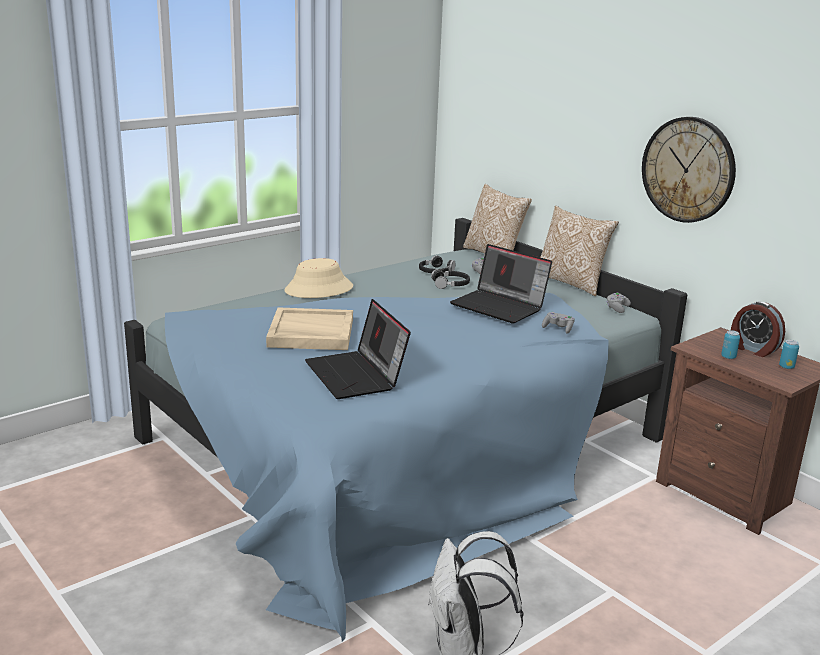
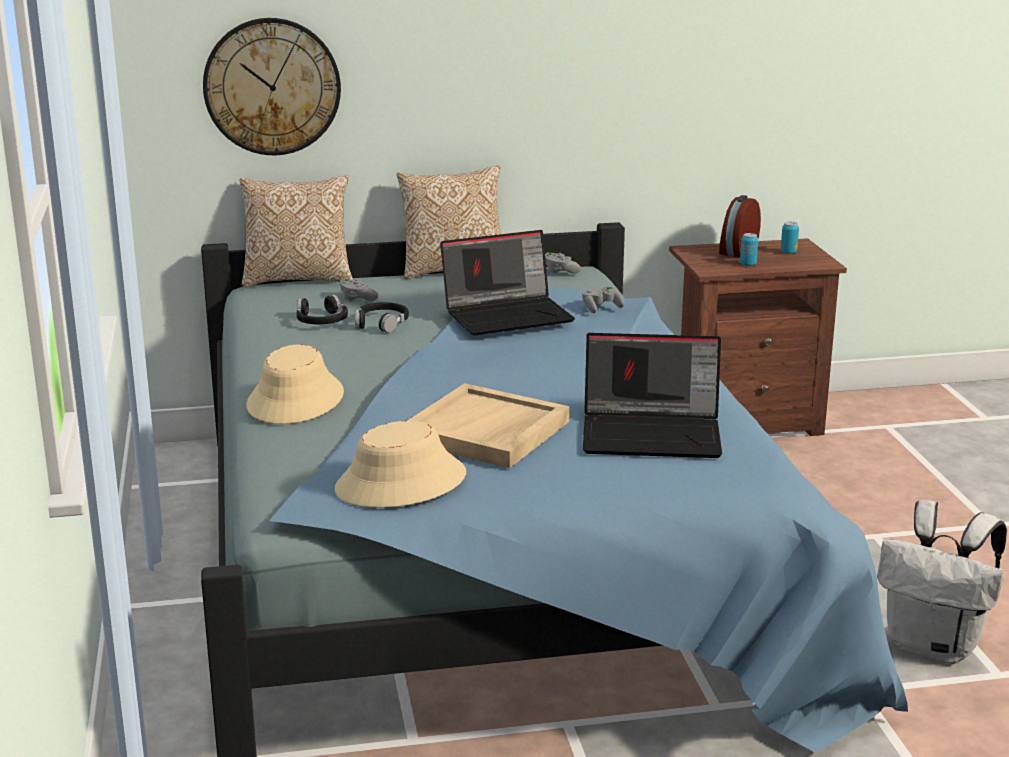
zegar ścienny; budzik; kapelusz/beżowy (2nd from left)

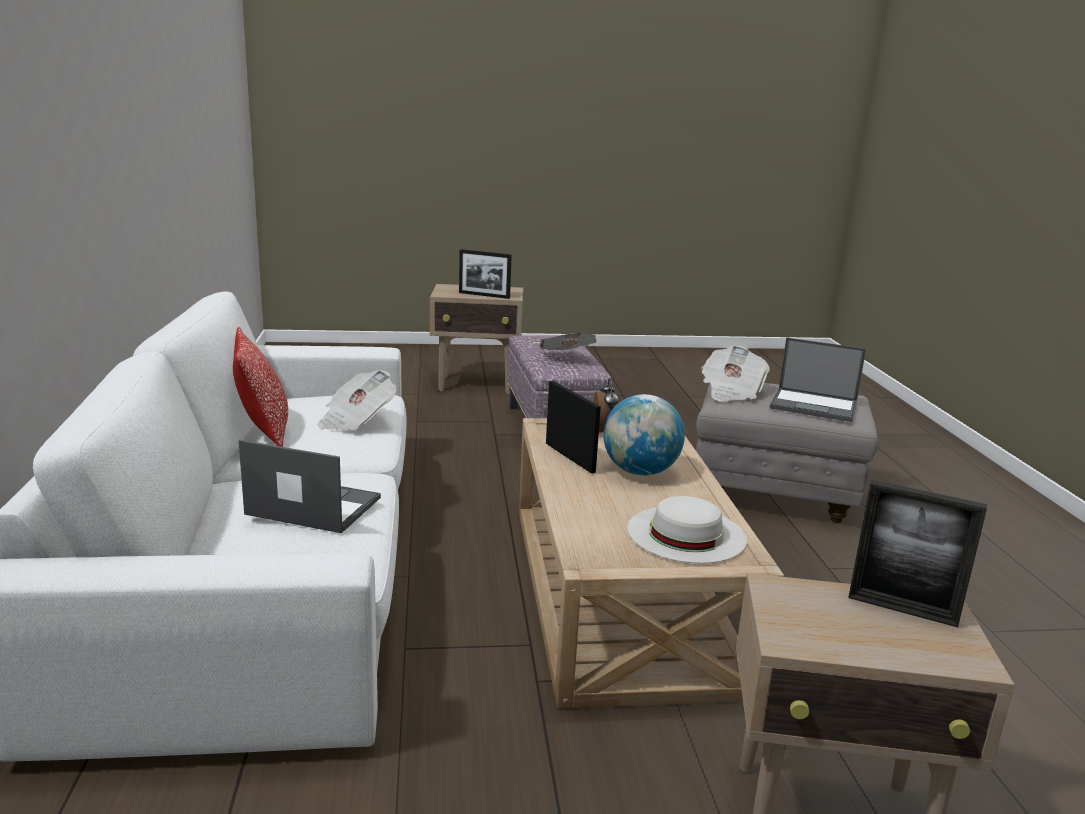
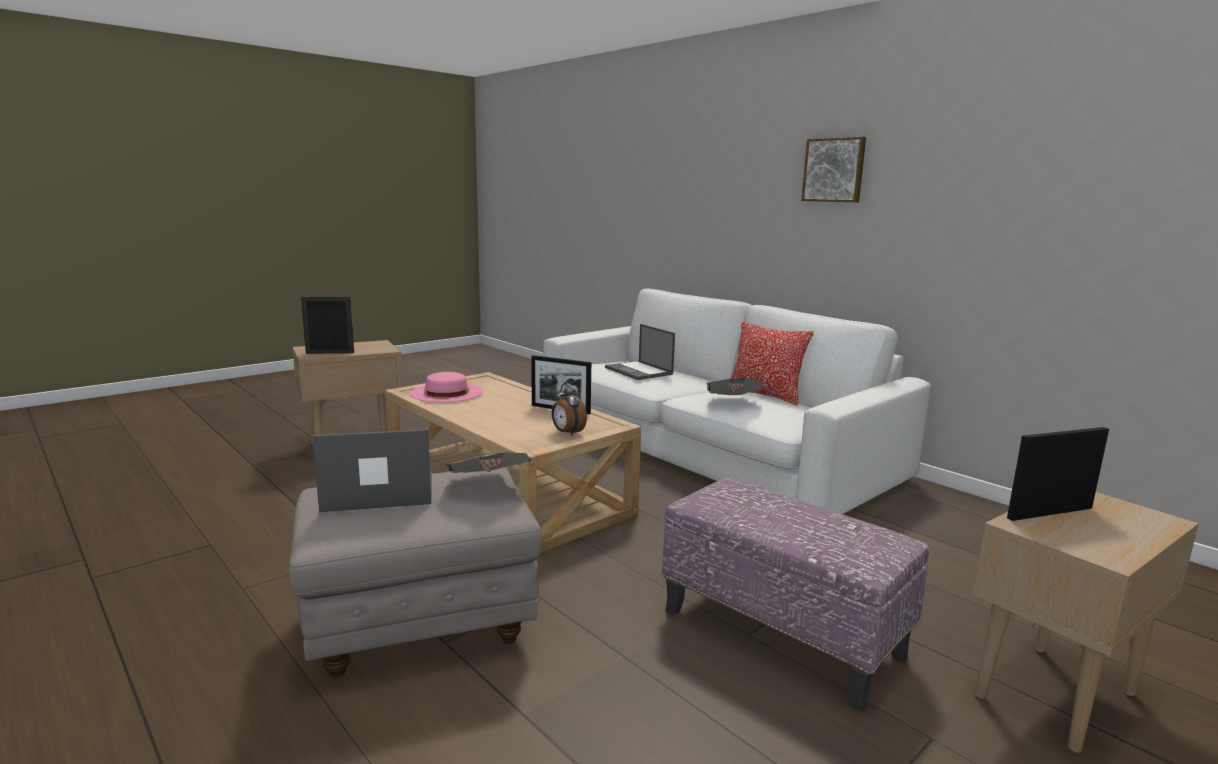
laptop (2nd from left); gazeta (2nd from left in the first image); globus; kapelusz/różowy; obraz

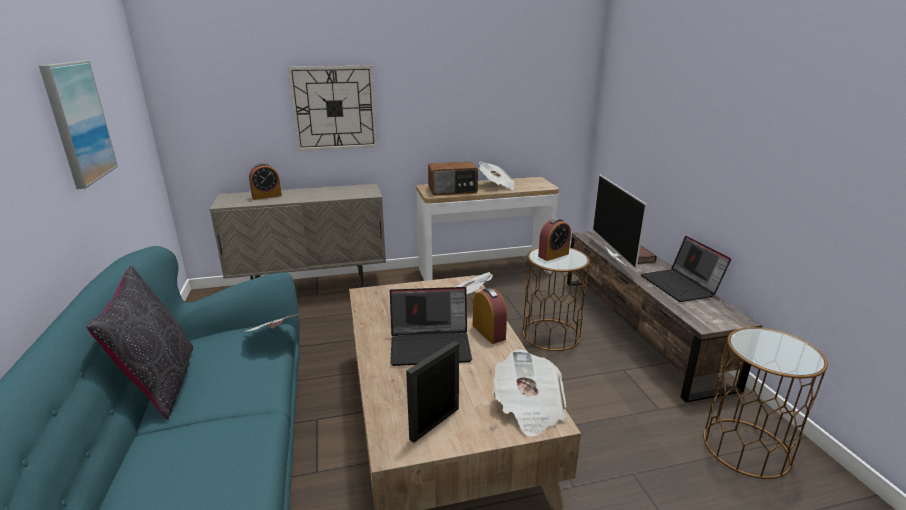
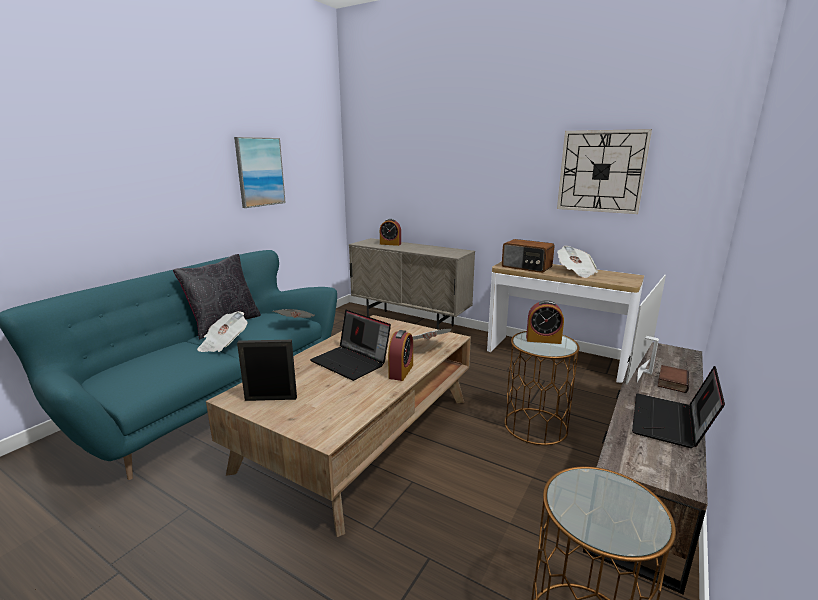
zegar ścienny; gazeta (1st from left)

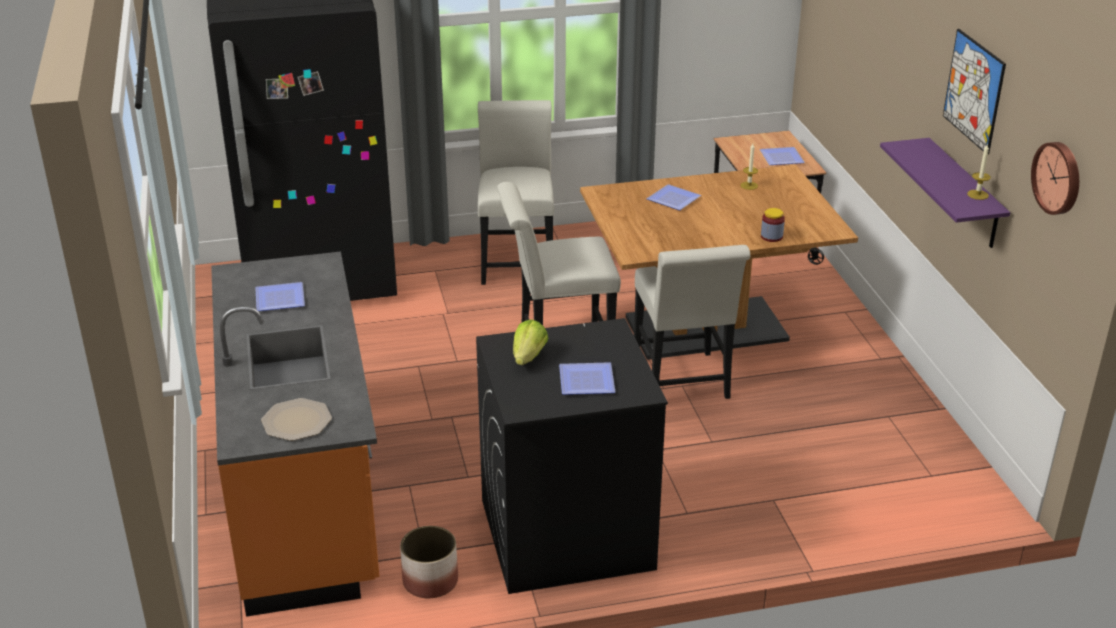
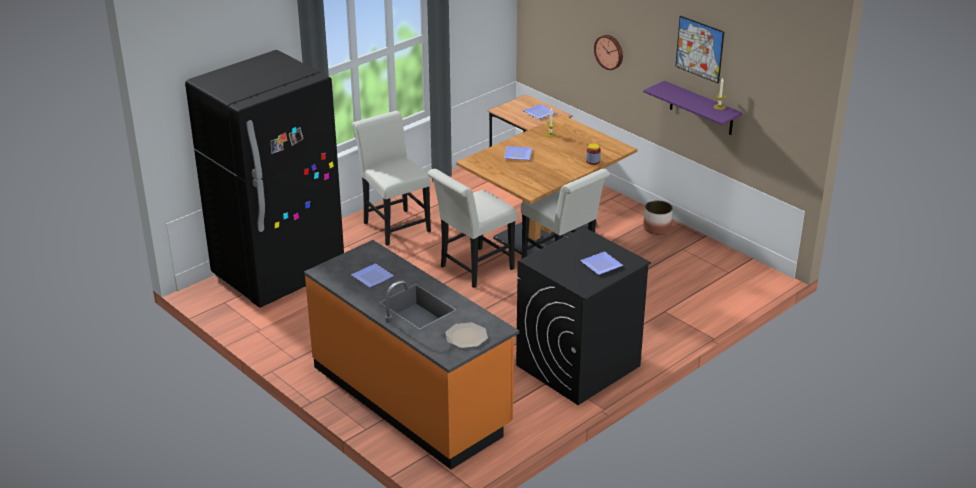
donica; sałata; zegar ścienny

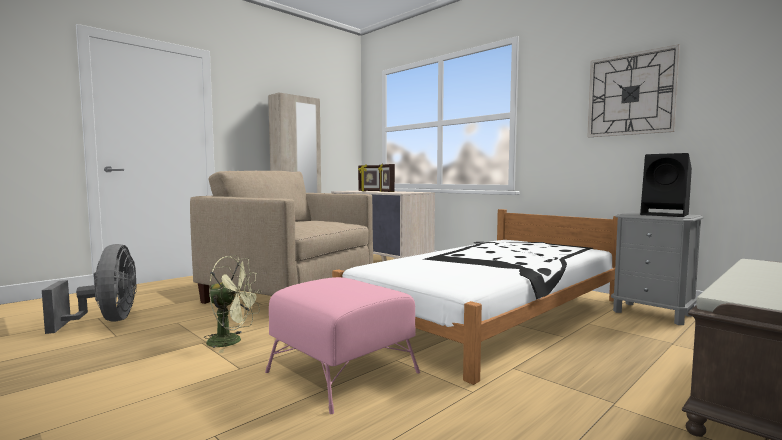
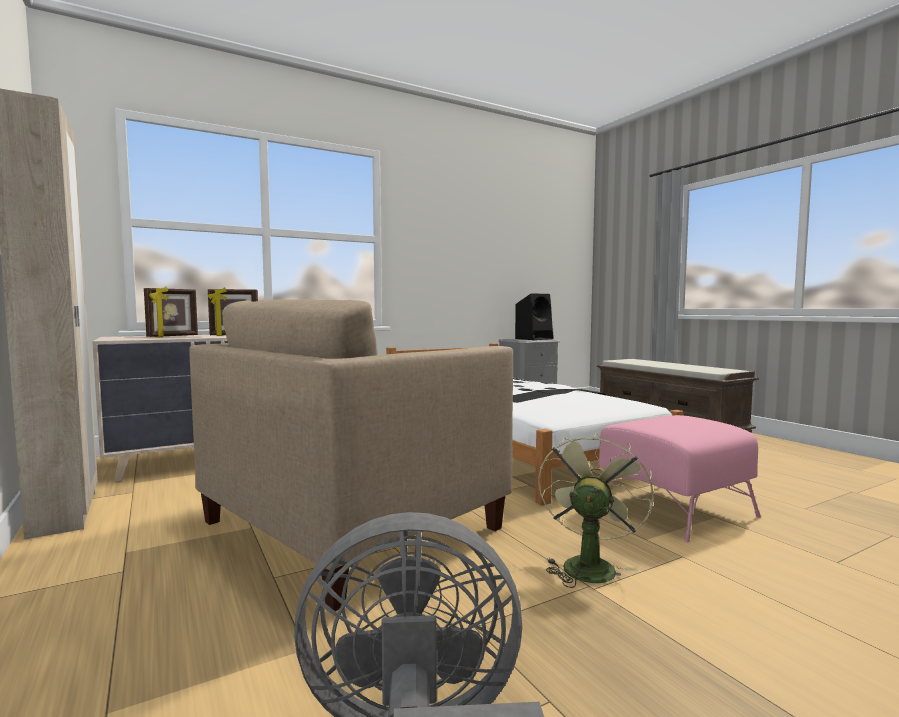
zegar ścienny

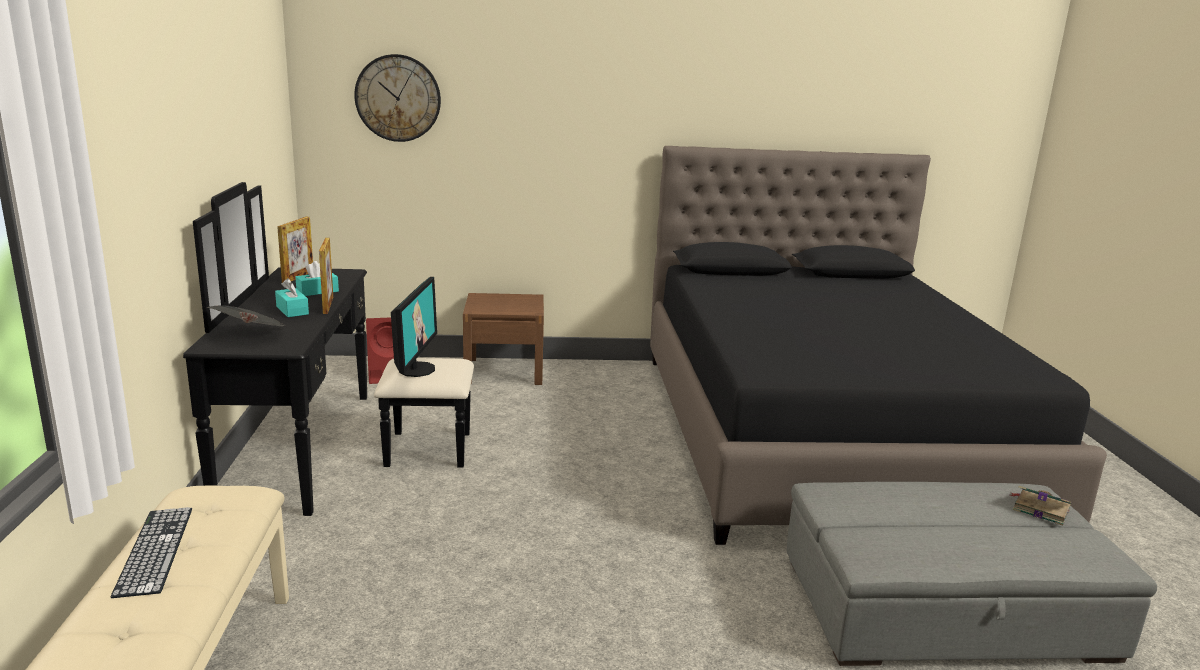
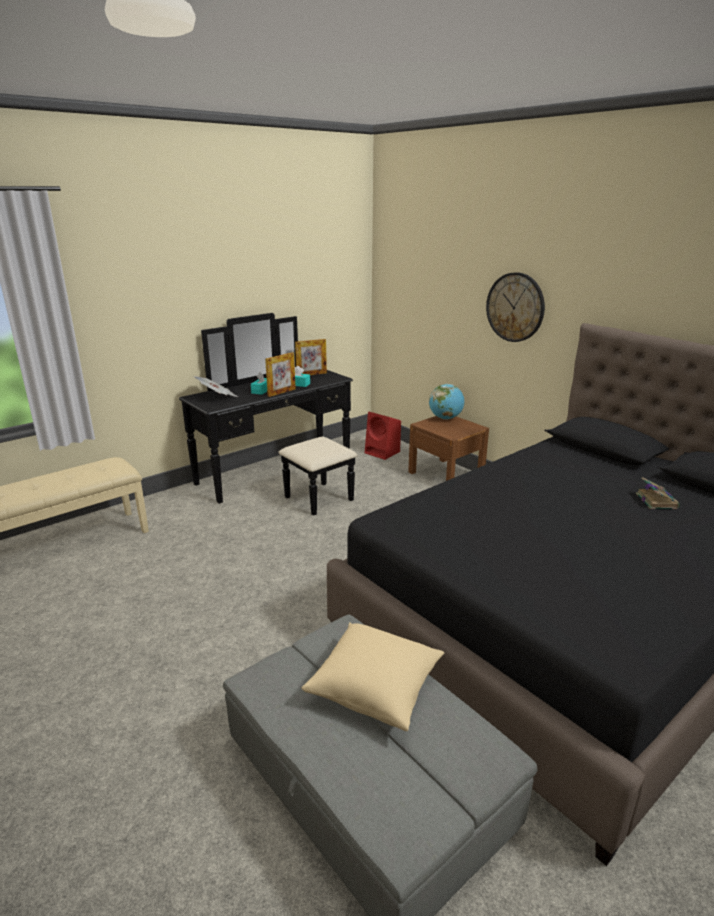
klawiatura; zegar ścienny; monitor; książka; poduszka/beżowy; globus

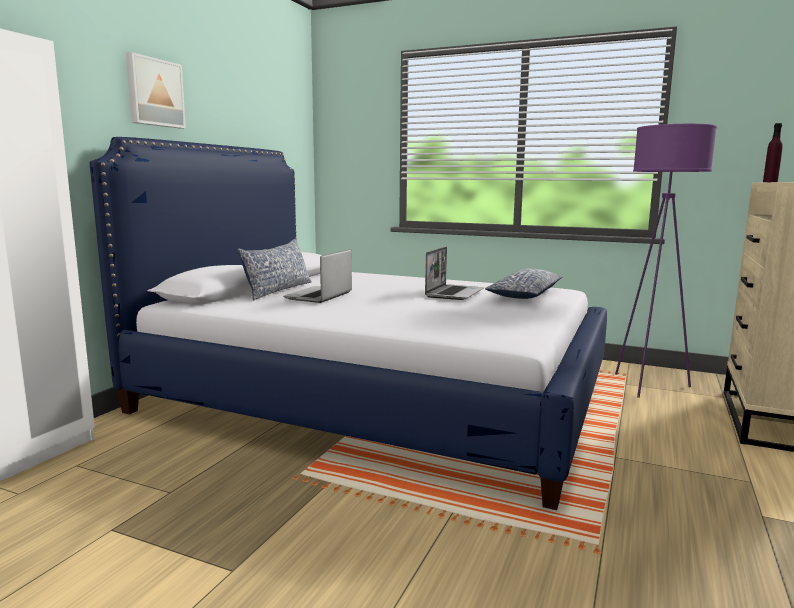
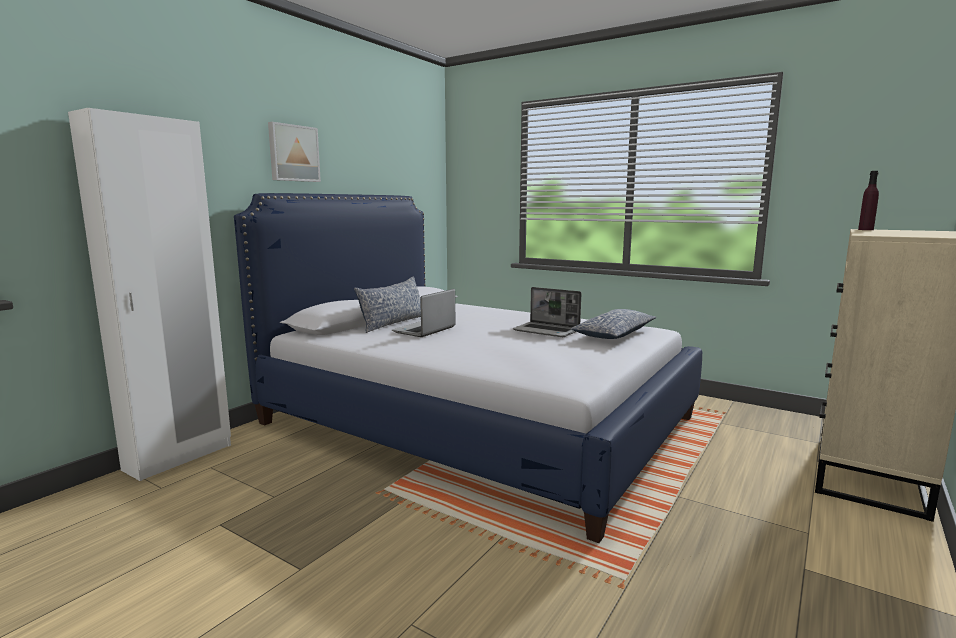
laptop (2nd from left); lampa stojąca/fioletowy

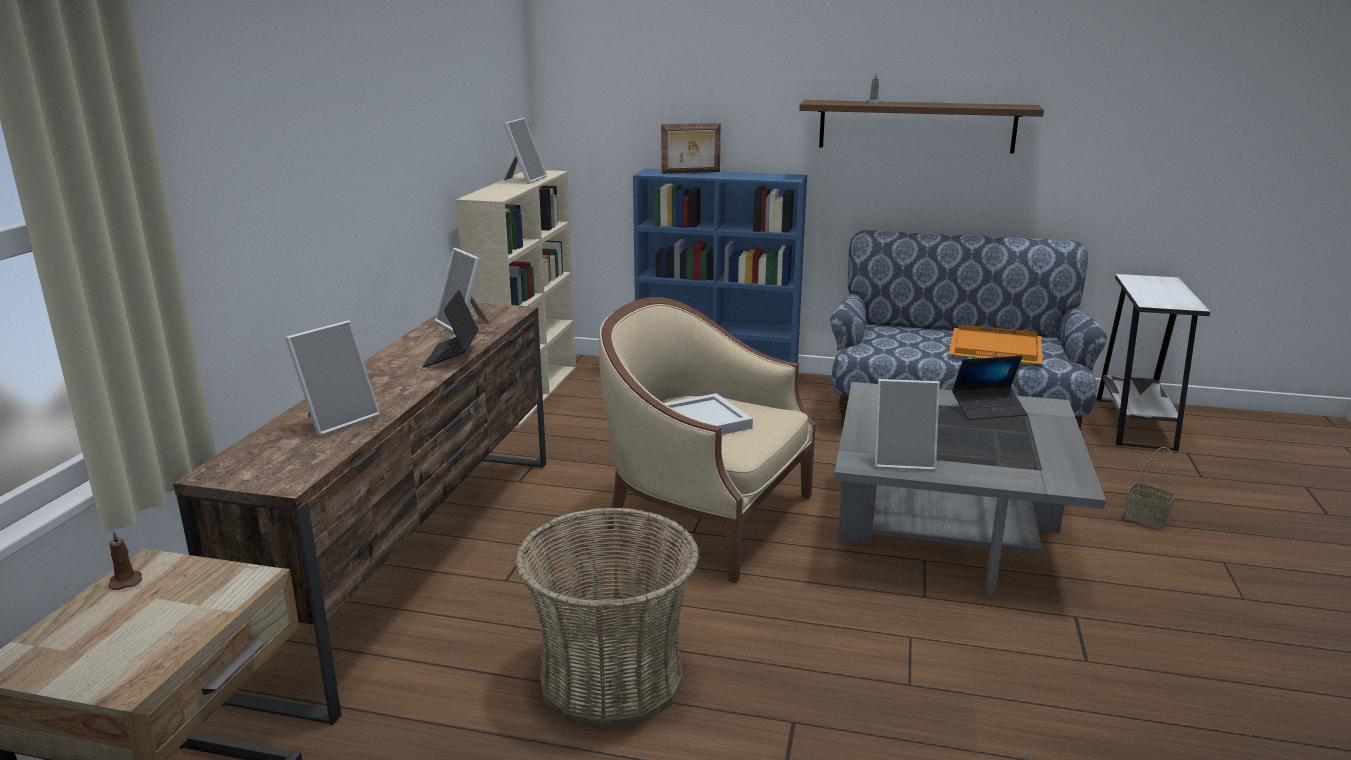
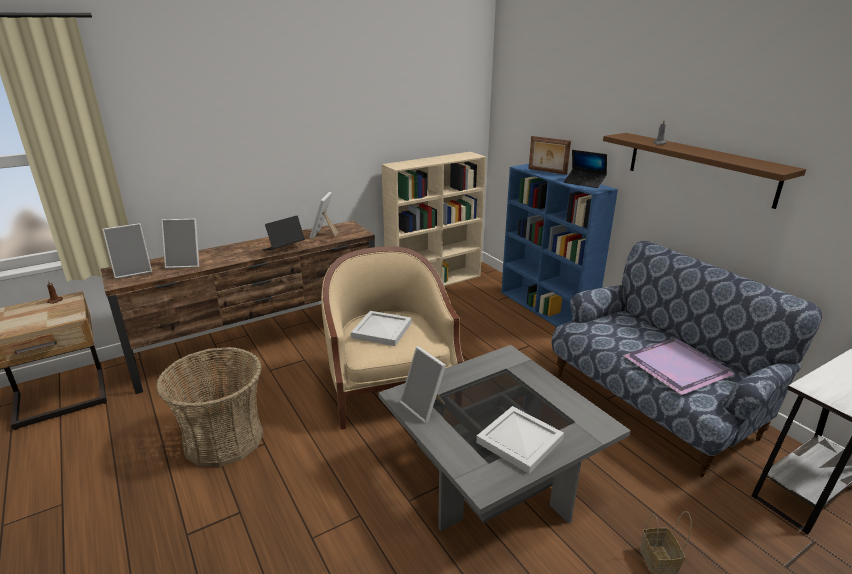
ramka na zdjęcie (1st from left); taca/fioletowy; laptop (2nd from left); taca/biały (2nd from left)

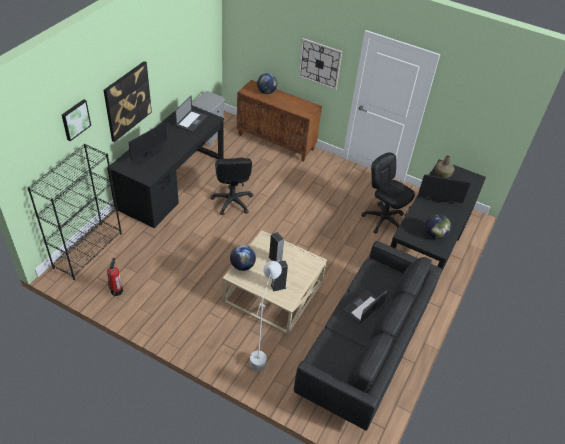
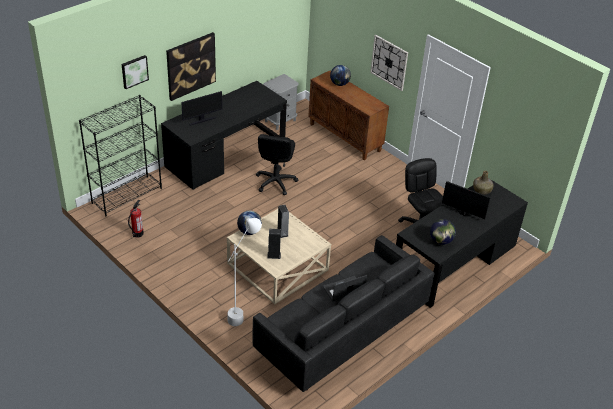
laptop (1st from left in the first image)

